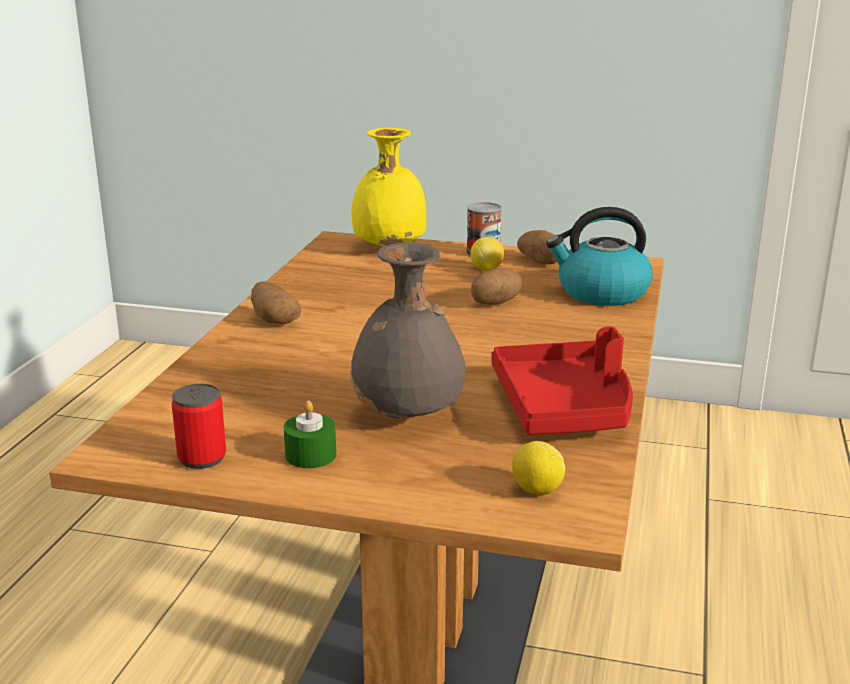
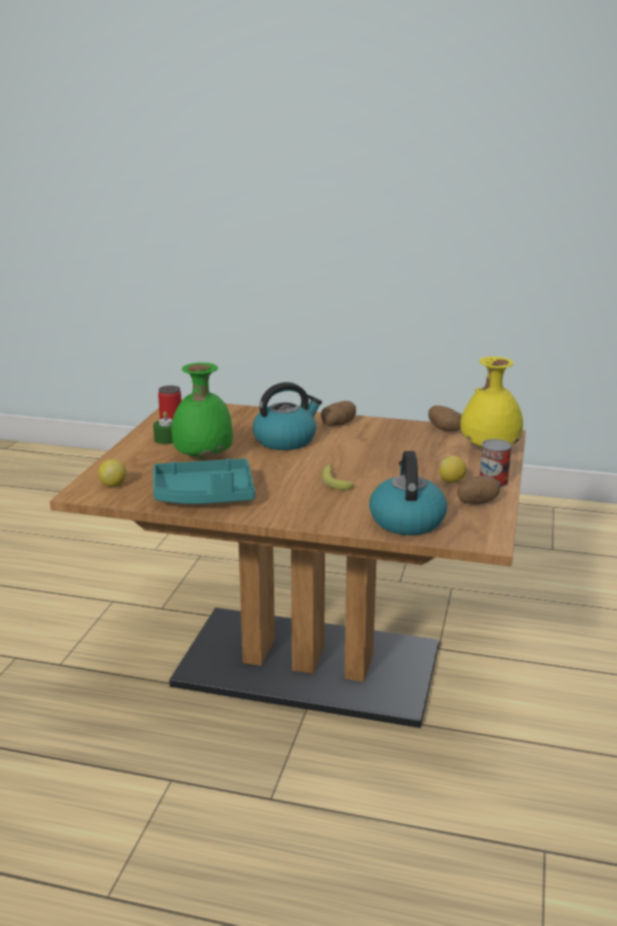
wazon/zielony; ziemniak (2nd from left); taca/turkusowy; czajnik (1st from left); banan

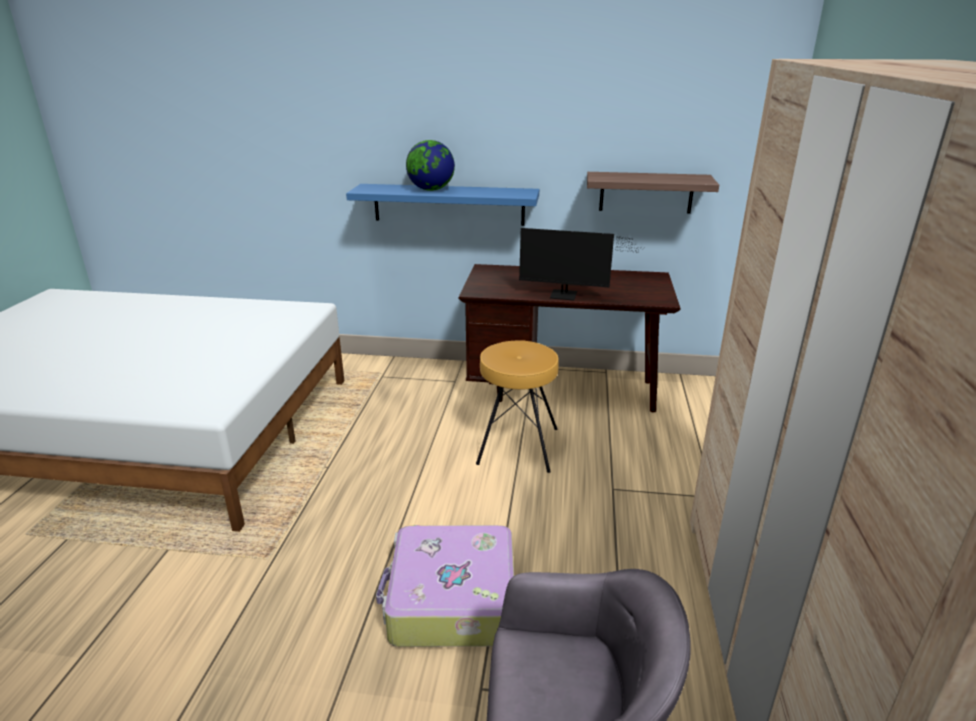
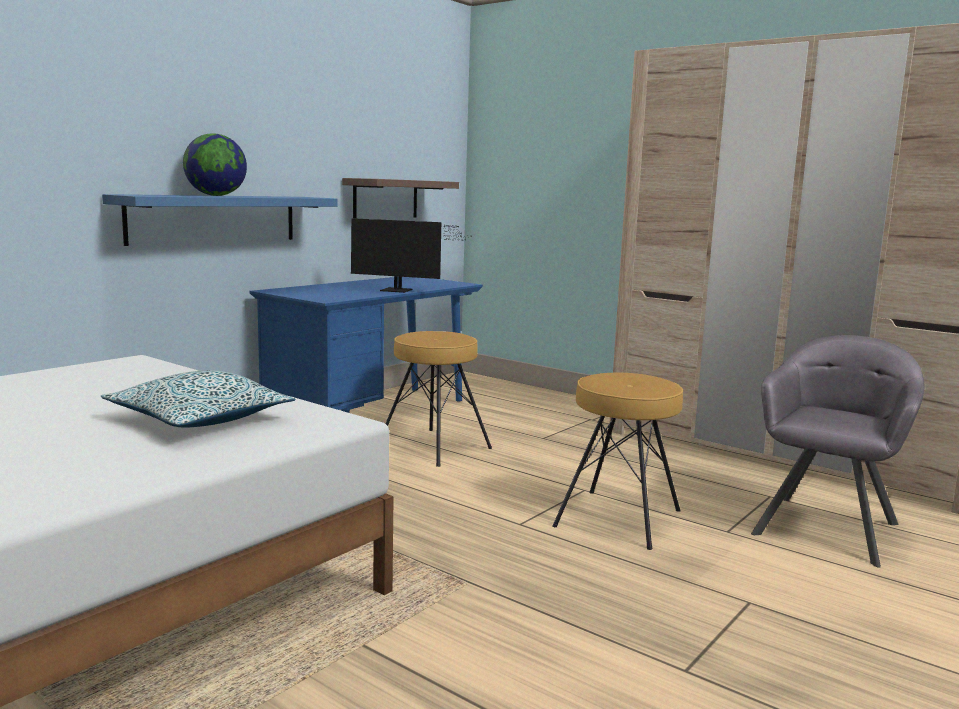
stołek/brązowy (2nd from left); biurko/niebieski; monitor; poduszka

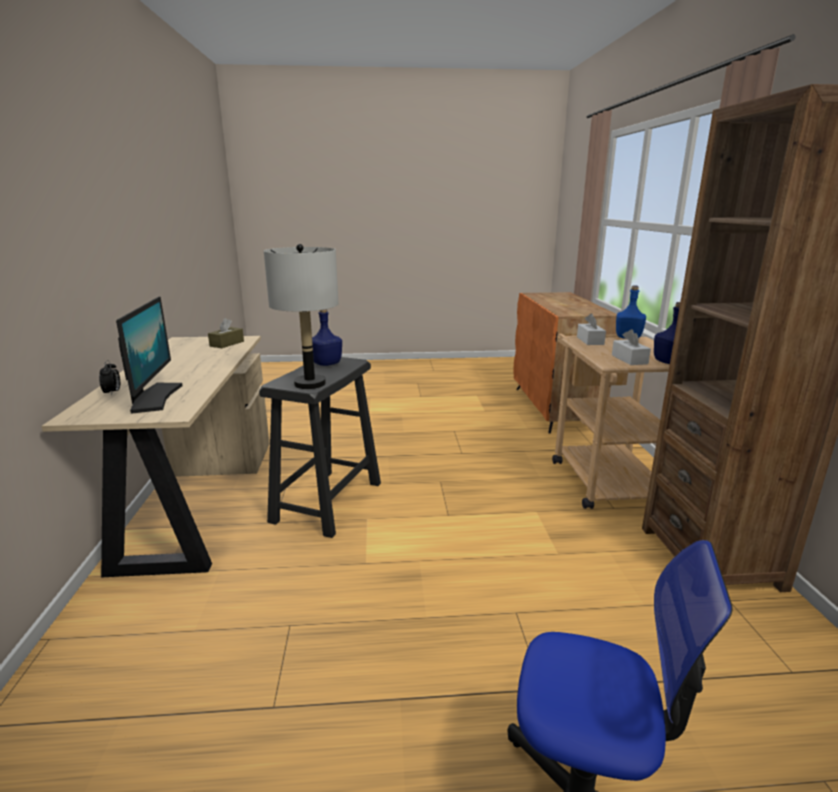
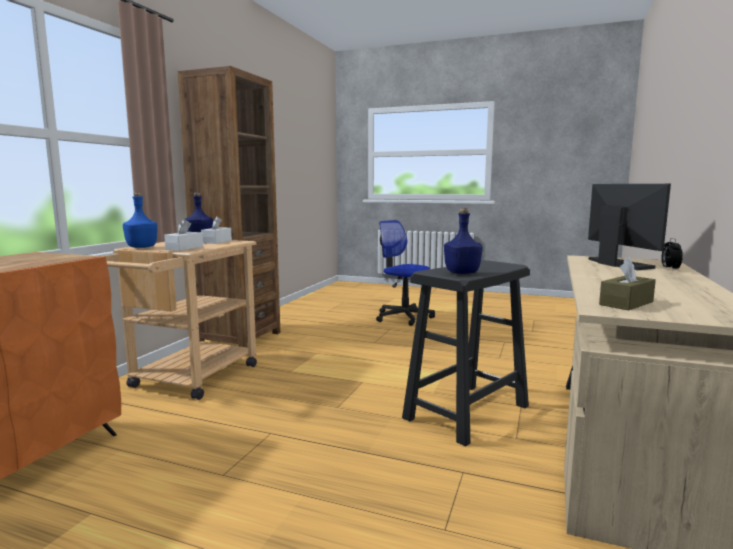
monitor; lampa stołowa/szary

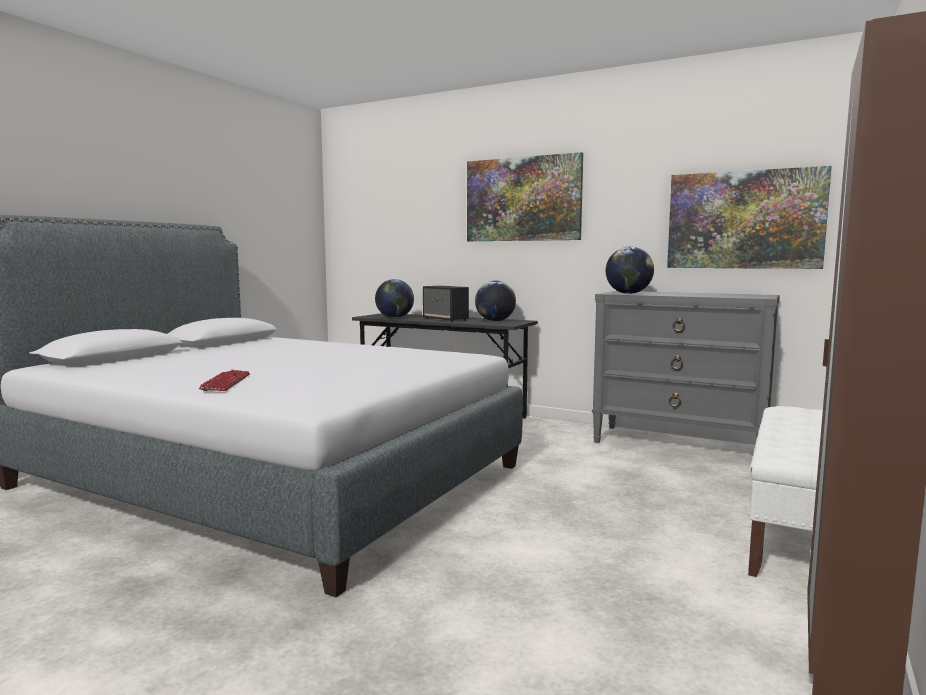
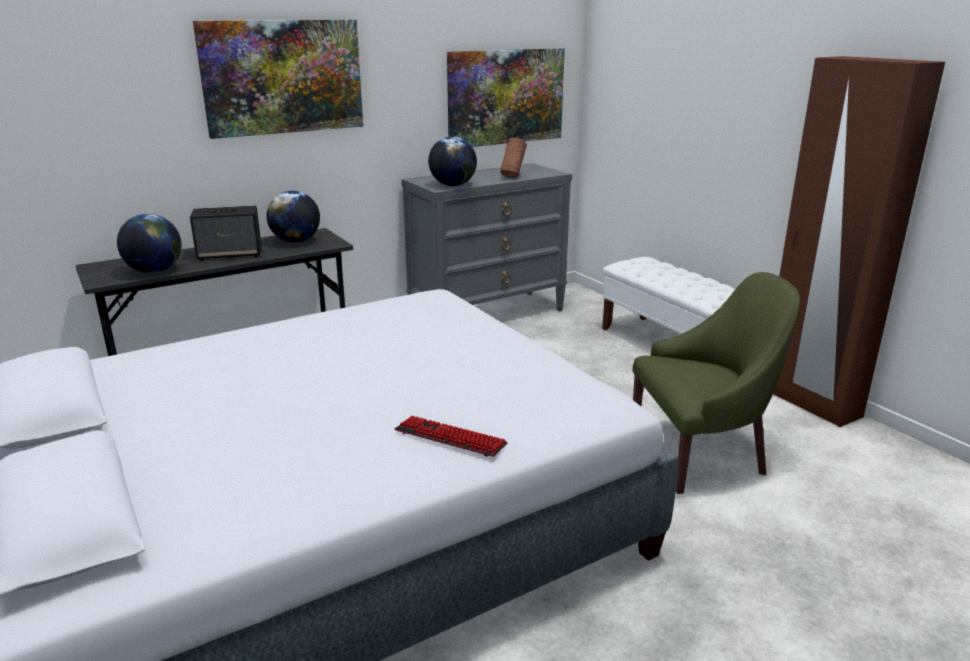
wazon/brązowy; fotel/zielony

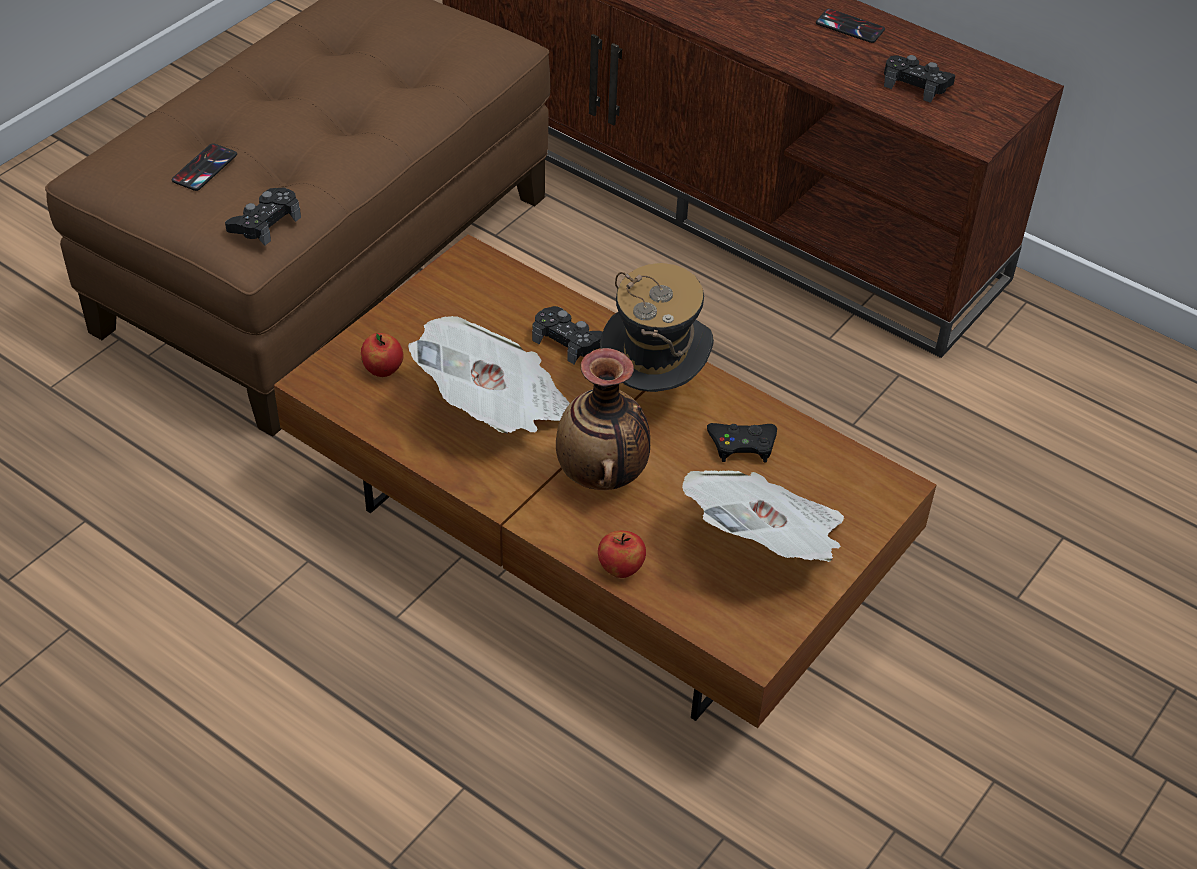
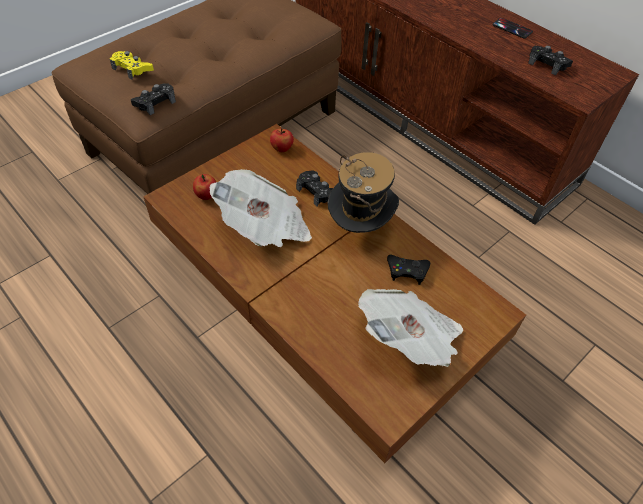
pad do gier/żółty; wazon; jabłko (2nd from left)

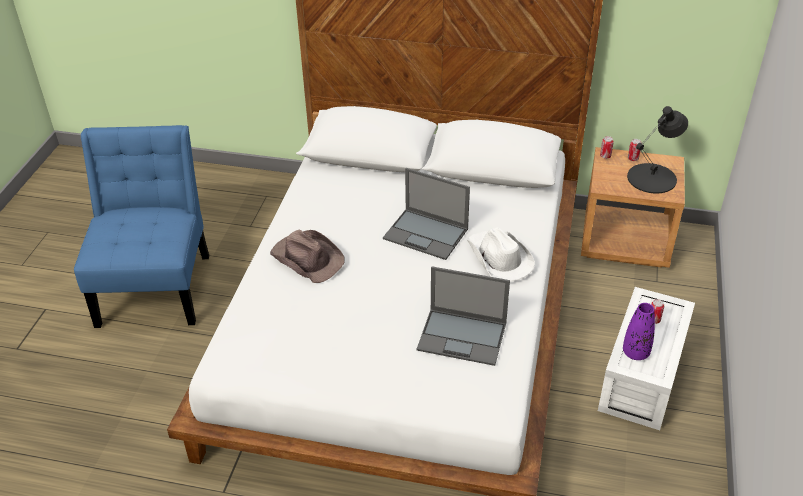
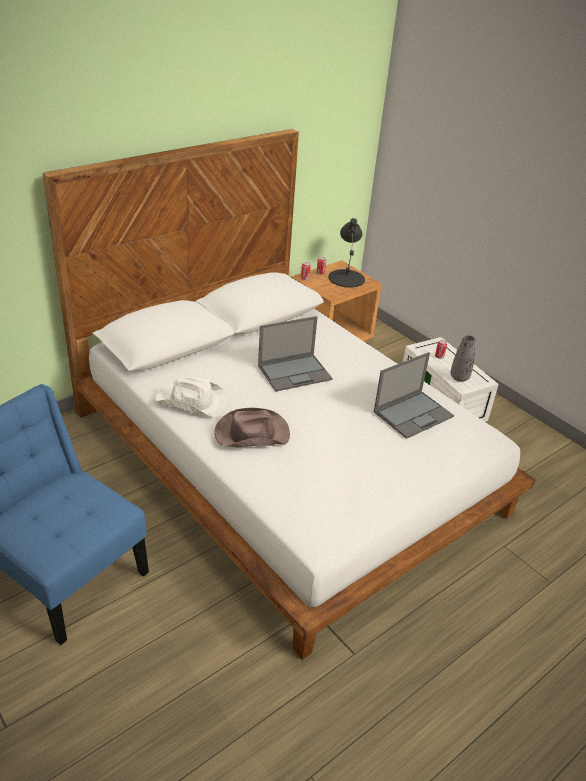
kapelusz/biały; wazon/szary

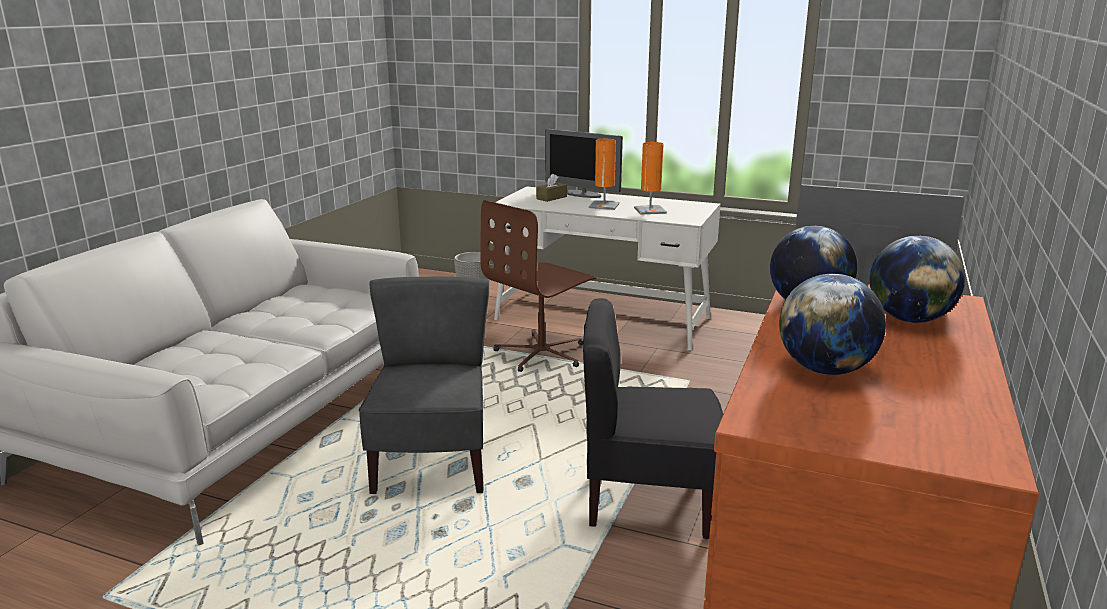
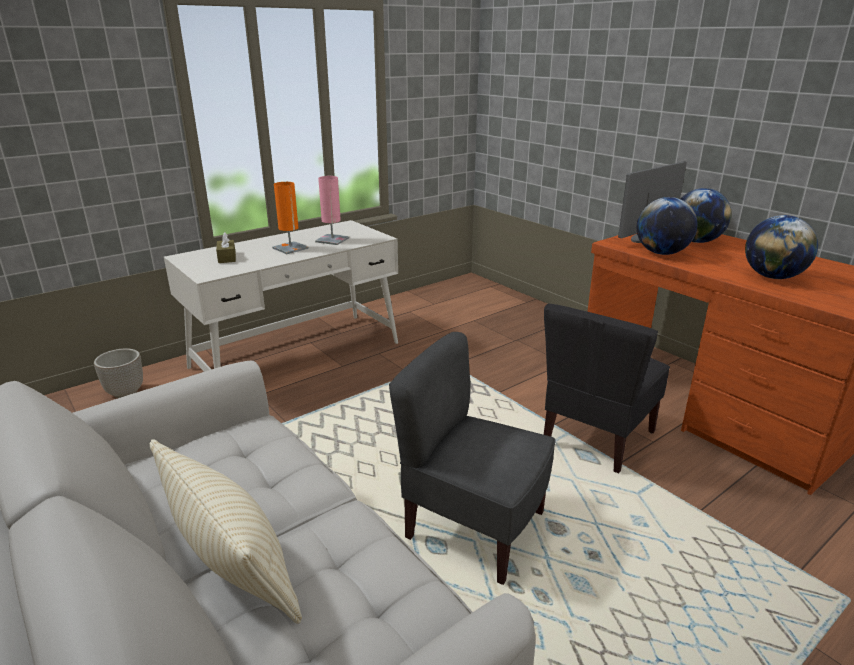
krzesło biurowe/brązowy; monitor (1st from left in the first image); lampa stołowa/różowy; poduszka/beżowy

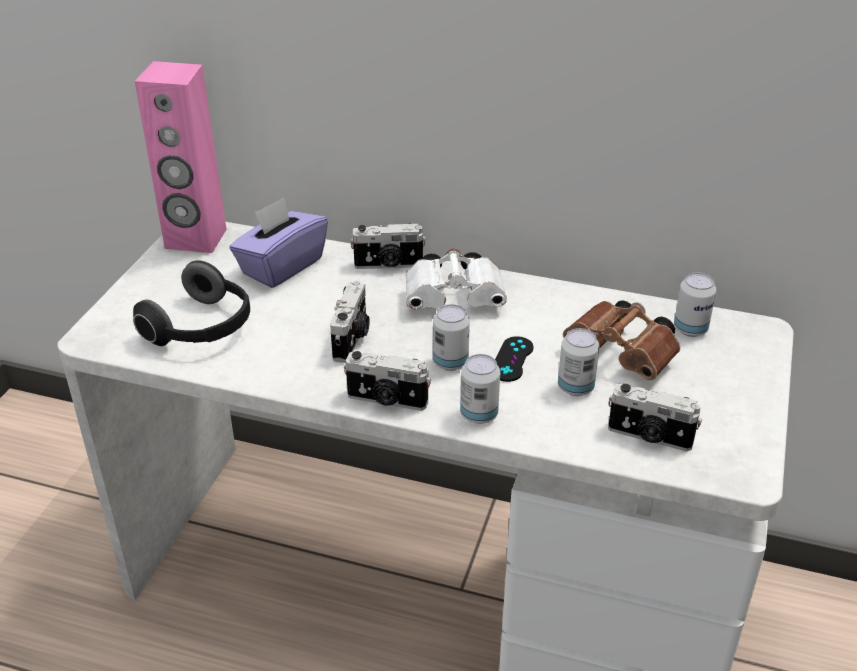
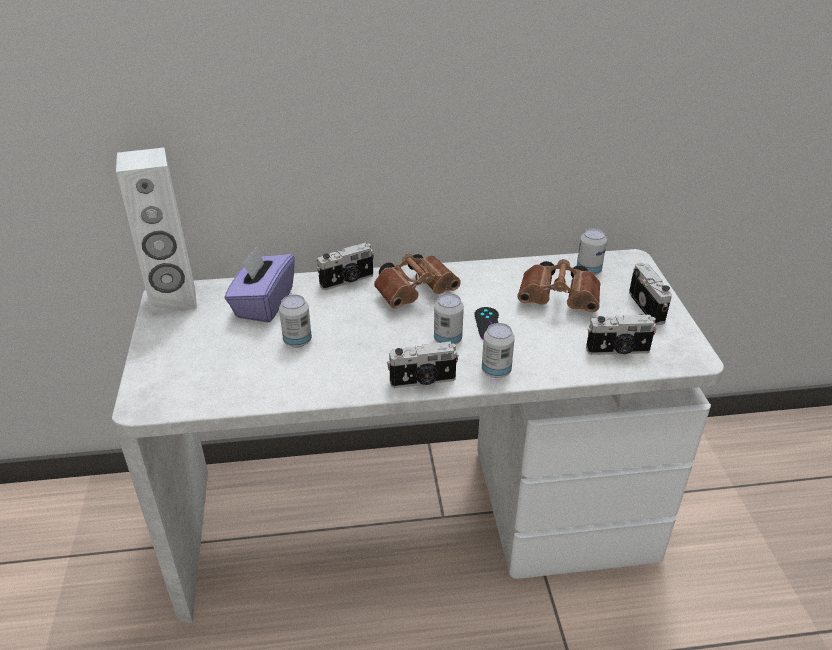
słuchawki; głośnik/biały; aparat fotograficzny (4th from left); lornetka/brązowy (1st from left); puszka (1st from left)

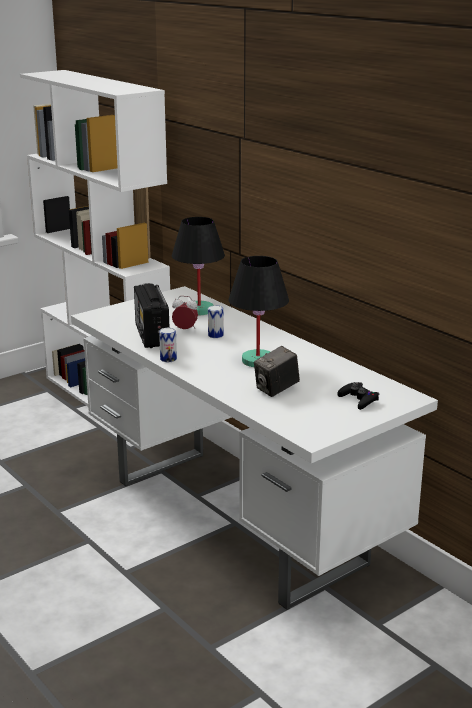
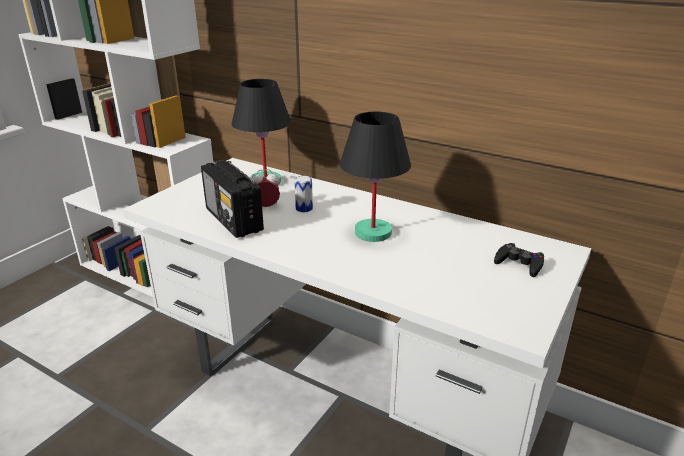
puszka (1st from left in the first image); aparat fotograficzny

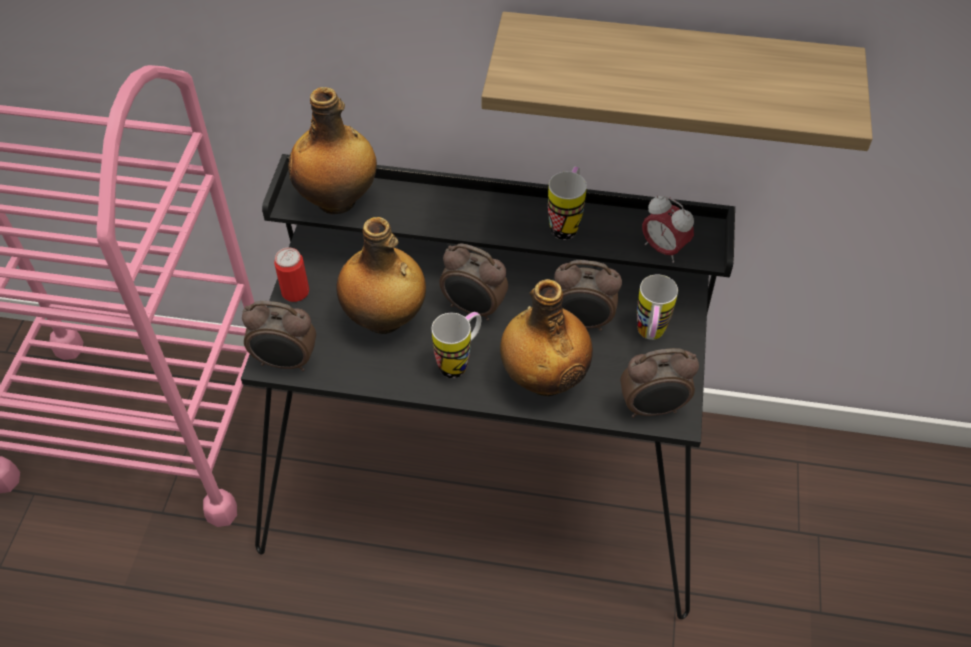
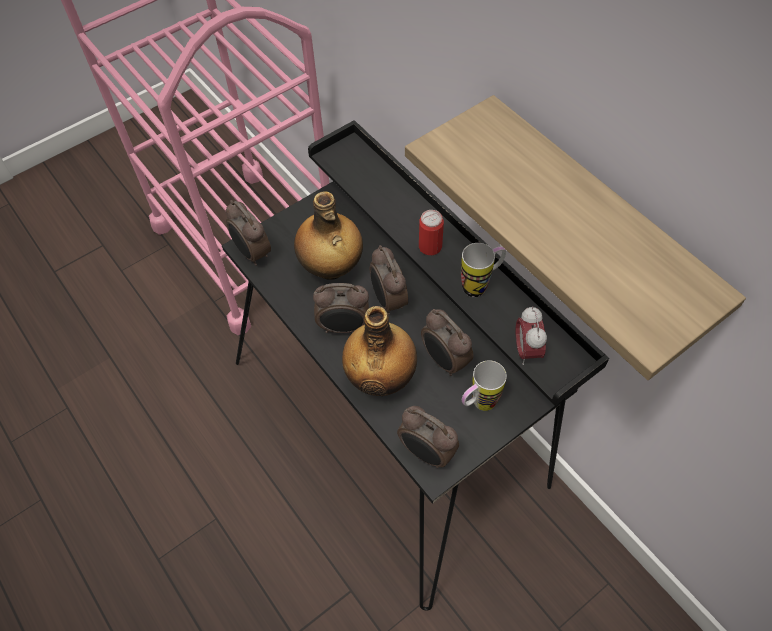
puszka; butelka (1st from left in the first image); budzik (2nd from left)

